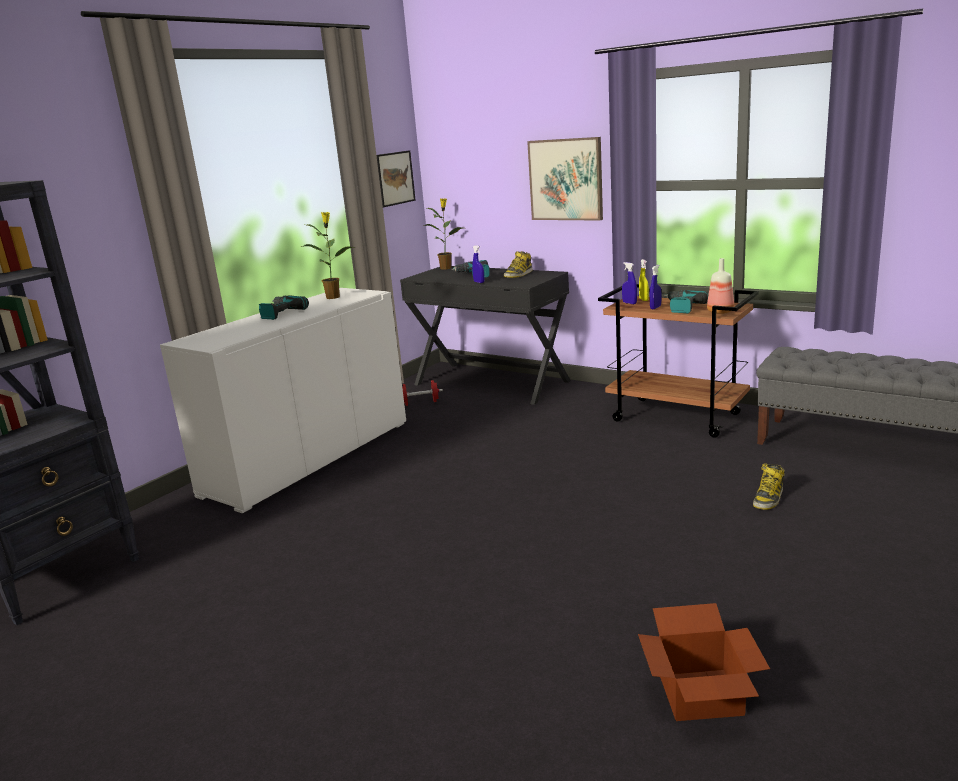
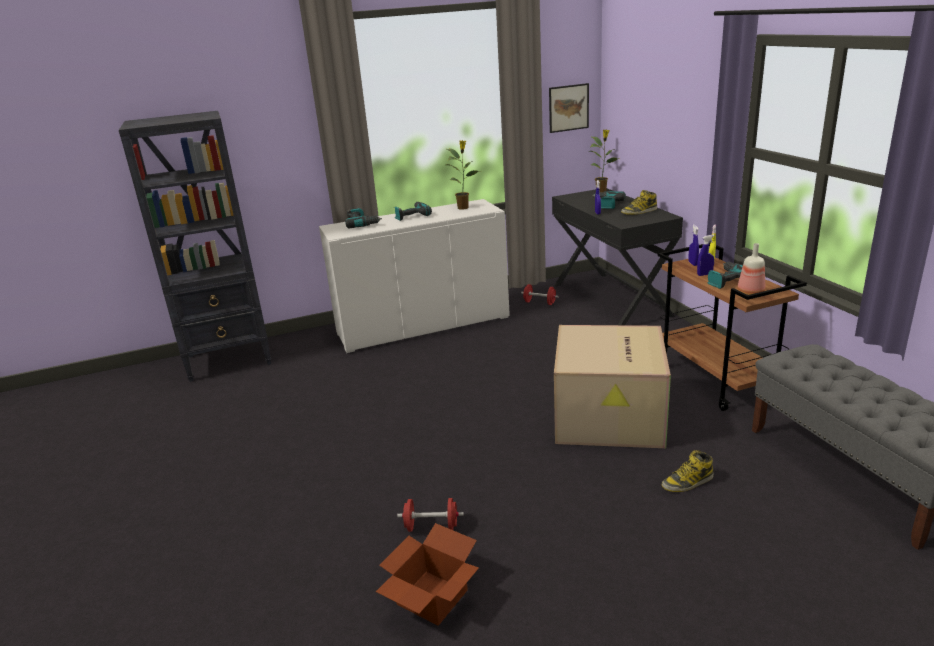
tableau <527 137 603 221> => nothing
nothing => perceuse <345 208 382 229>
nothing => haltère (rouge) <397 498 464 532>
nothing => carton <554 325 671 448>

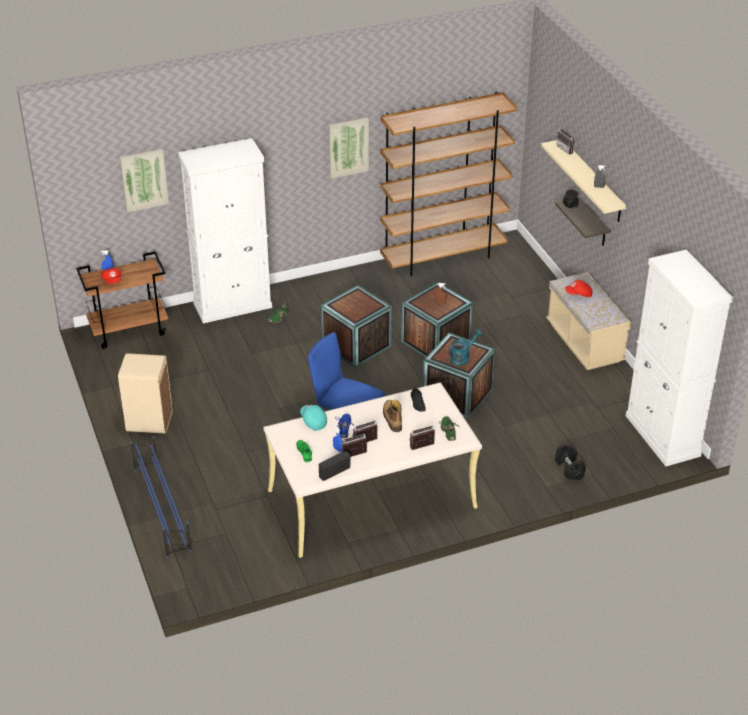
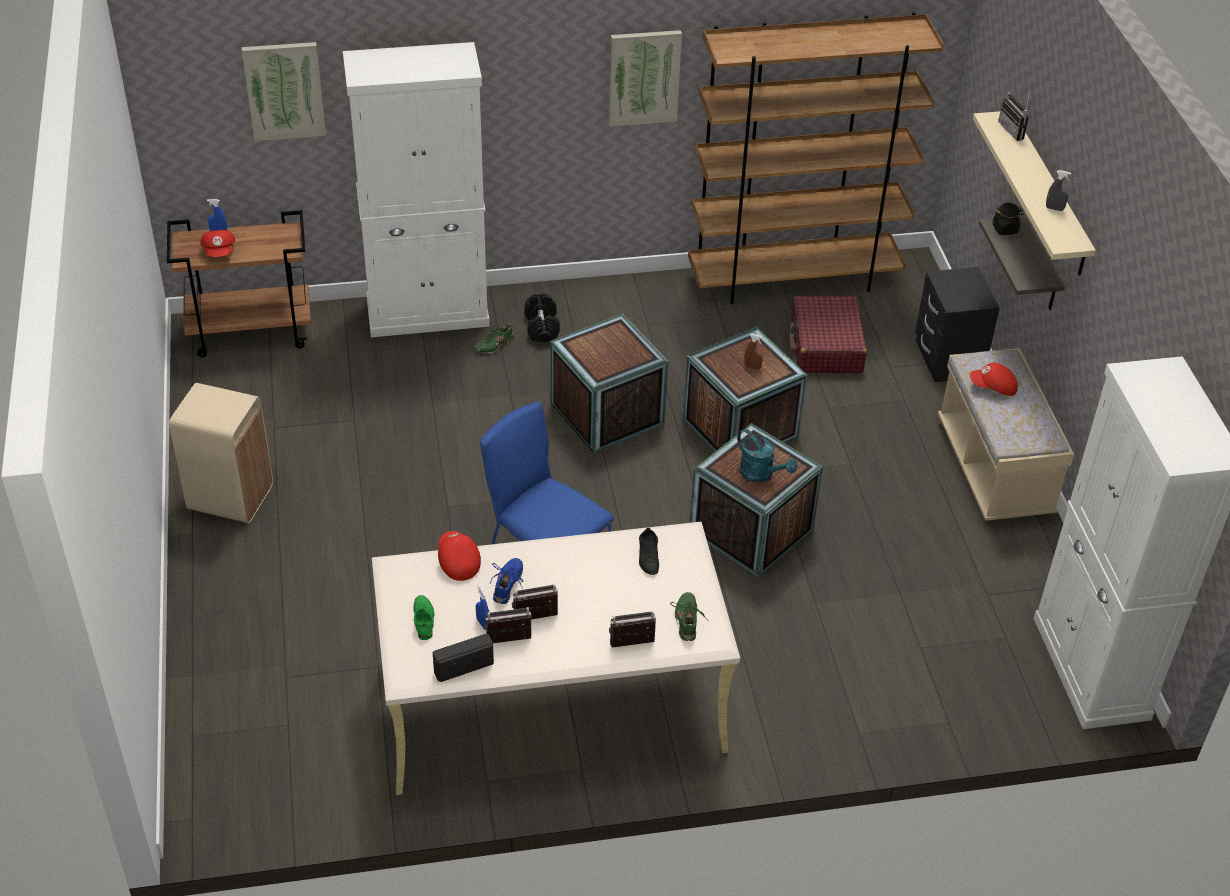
étagère à chaussures (bleu) <130 436 192 558> => nothing
botte <383 400 402 432> => nothing
nothing => valise (rouge) <790 296 867 373>
nothing => table de chevet (noir) <915 267 1000 382>
haltère (noir) <555 445 586 480> => haltère (noir) <524 293 560 342>, relocated
casquette (turquoise) <300 405 327 430> => casquette (rouge) <438 531 481 581>
arrosoir (turquoise) <449 329 482 366> => arrosoir (turquoise) <737 429 797 483>, 75 degrees clockwise

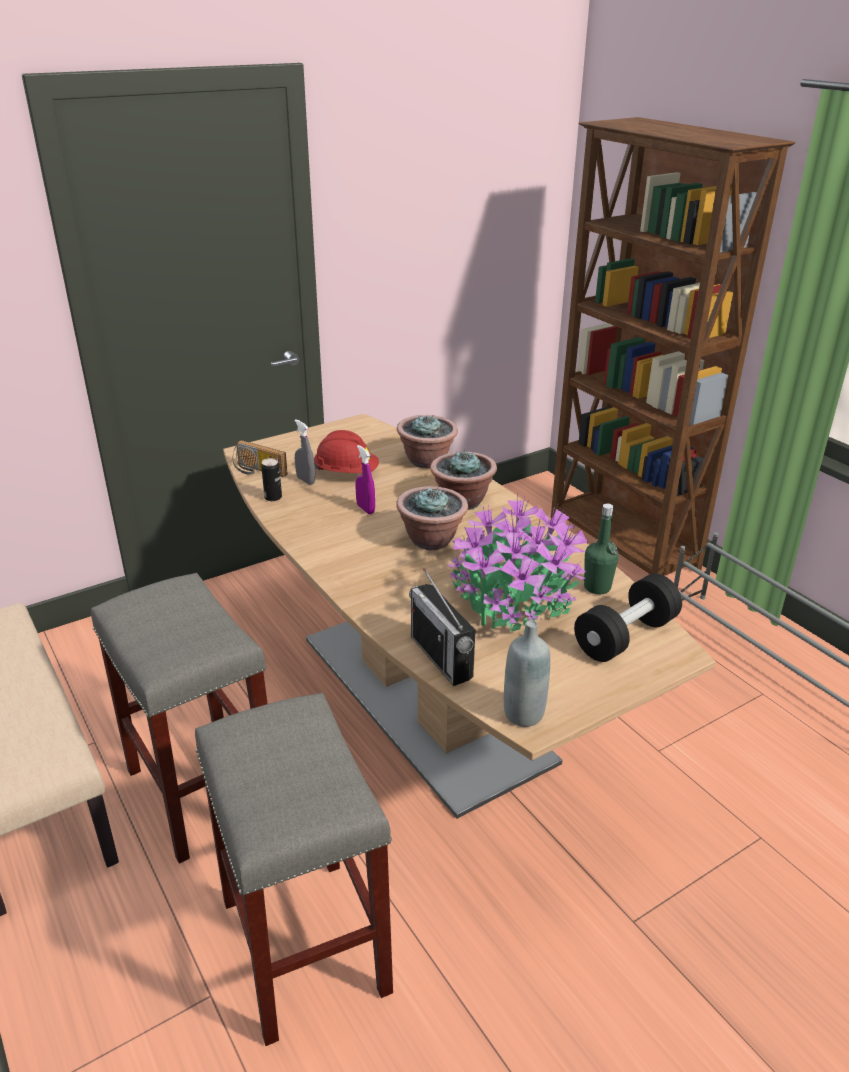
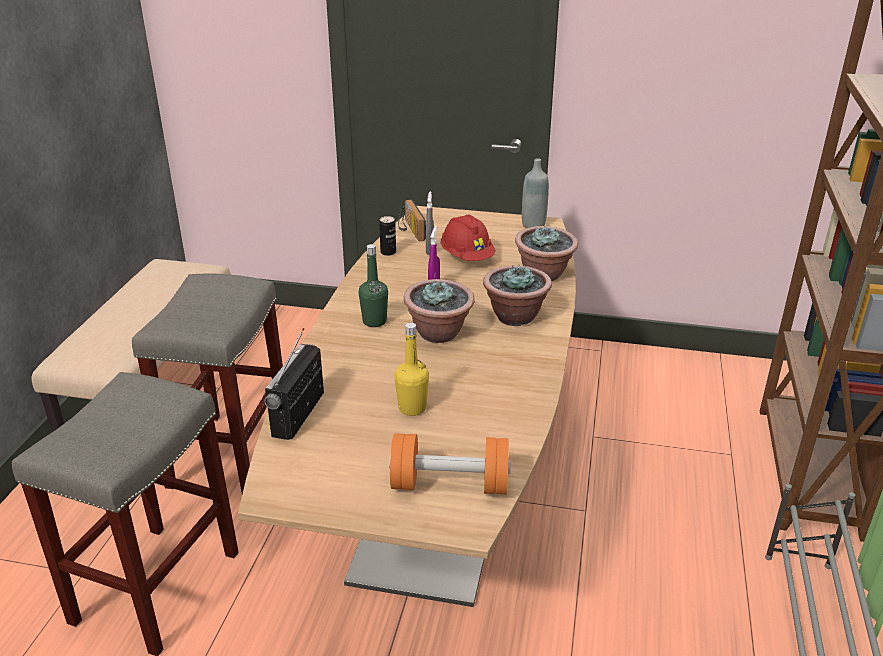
bouteille (gris) <504 620 550 727> => bouteille (gris) <522 158 549 228>, relocated
bouteille (vert) <584 504 619 594> => bouteille (vert) <359 244 388 327>, relocated
plante en pot <448 497 588 633> => bouteille (jaune) <394 322 429 416>
haltère (noir) <574 573 682 662> => haltère (orange) <389 434 511 494>

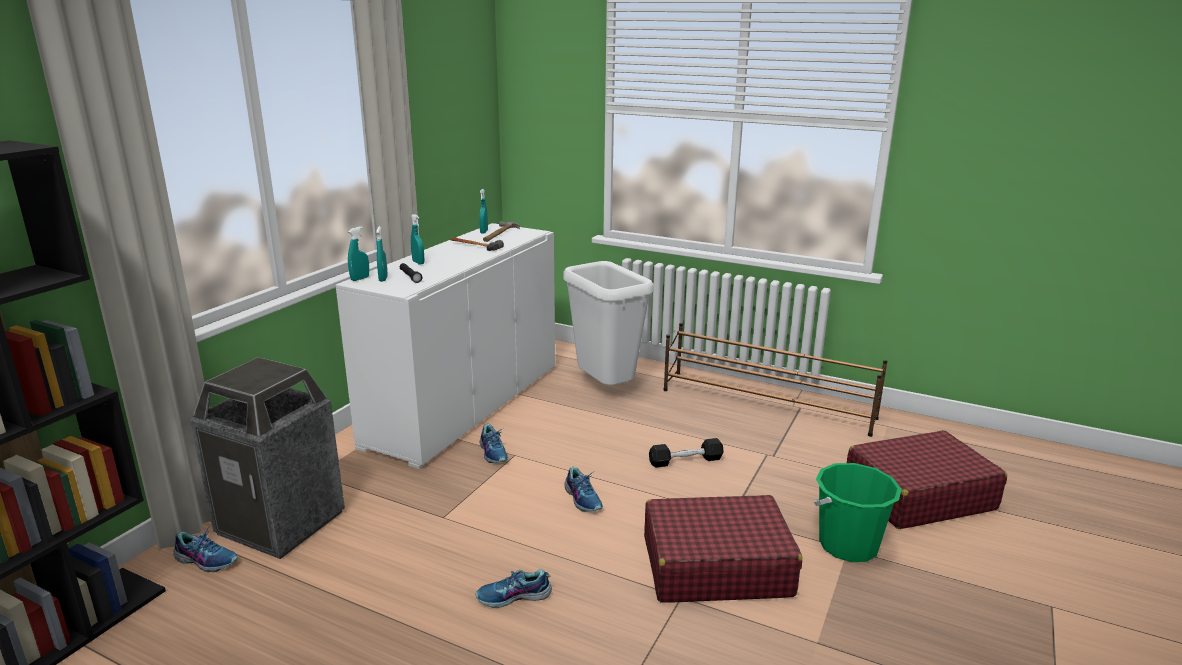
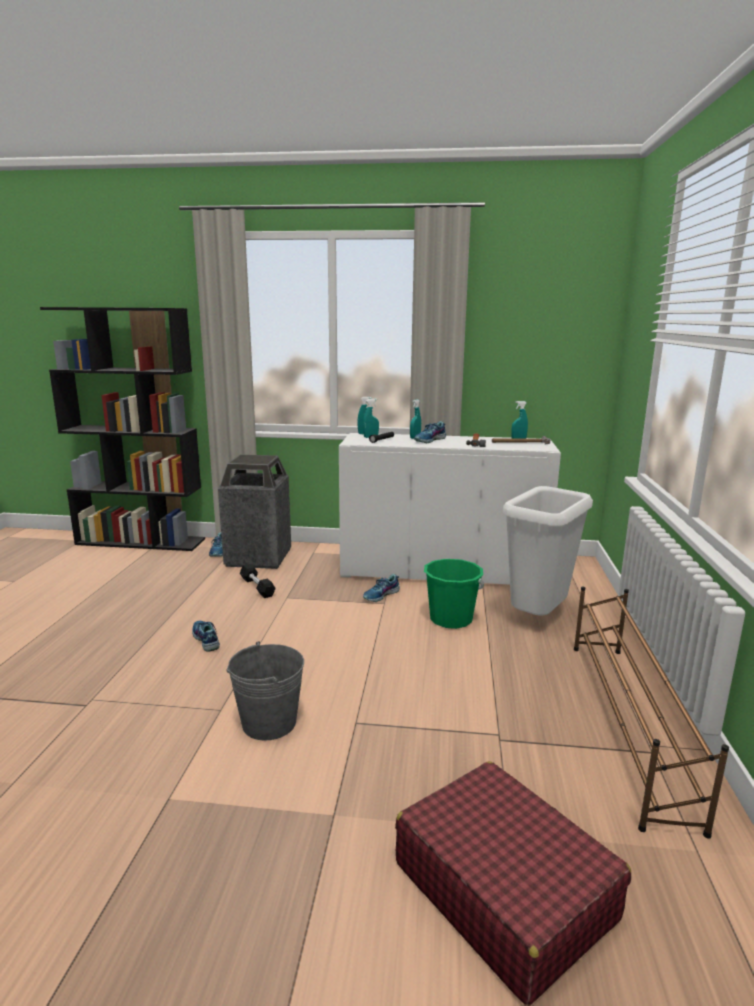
chaussure <564 467 603 511> => chaussure <414 421 446 443>, relocated
haltère (noir) <649 438 724 468> => haltère (noir) <240 564 276 598>, relocated
seau (vert) <814 463 902 562> => seau (vert) <424 559 484 629>, relocated
valise (rouge) <644 495 802 603> => seau (gris) <226 641 304 741>

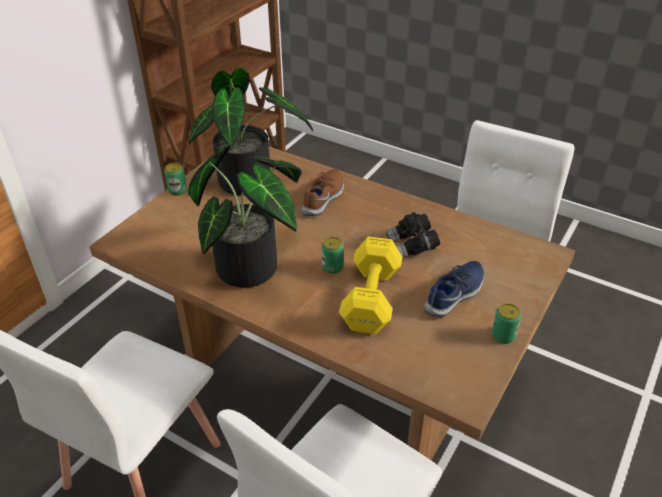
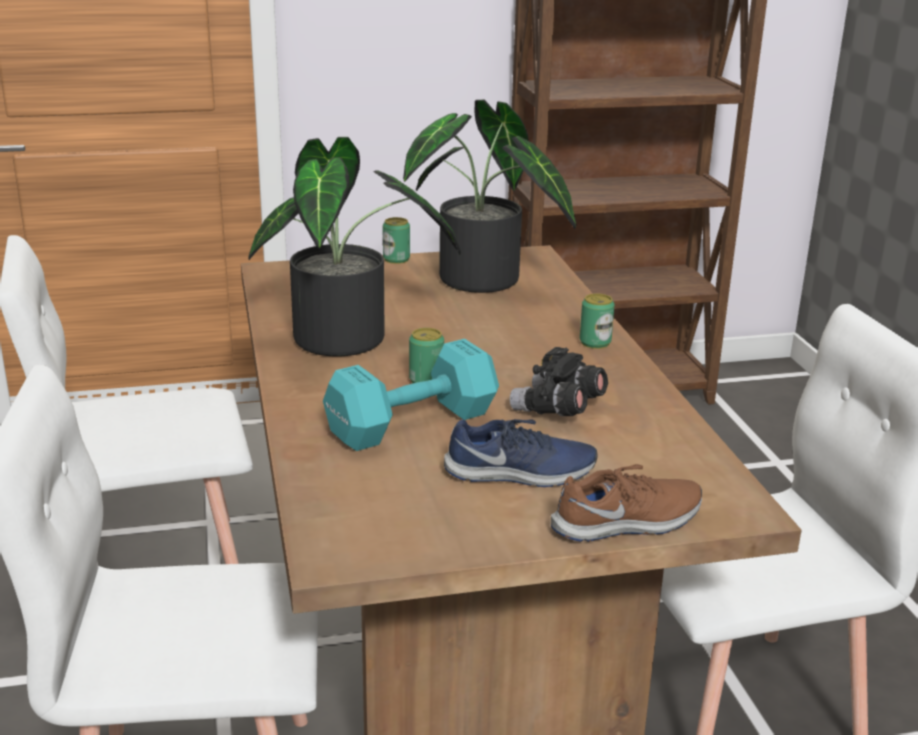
chaussure (marron) <301 169 344 216> => chaussure (marron) <551 464 702 542>, relocated
boîte métallique <492 303 521 344> => boîte métallique <580 294 615 349>, relocated
haltère (jaune) <339 237 402 334> => haltère (turquoise) <323 339 499 451>

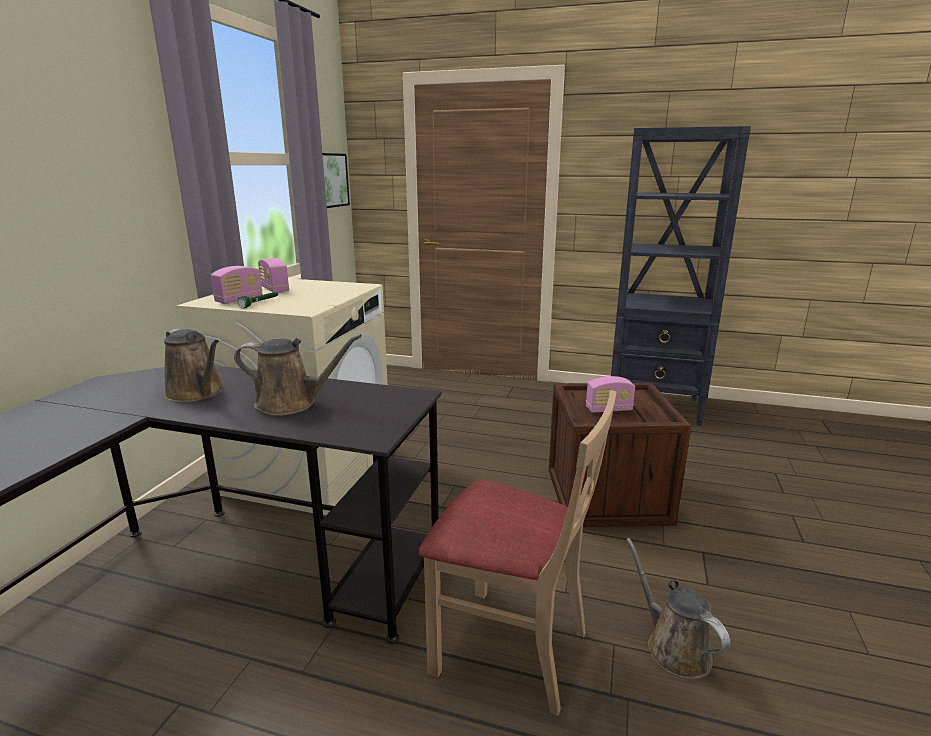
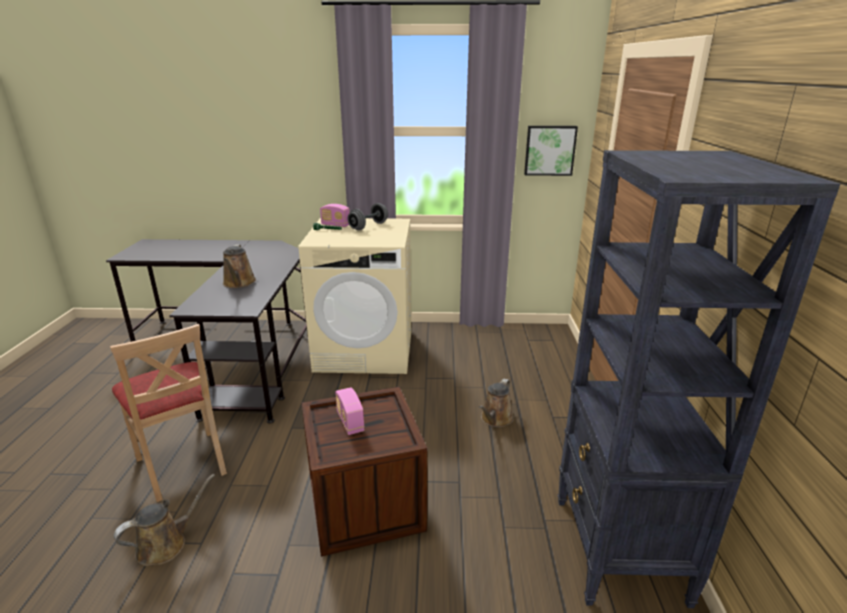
arrosoir (marron) <164 329 224 402> => arrosoir (marron) <479 379 514 427>, relocated
radio <258 258 289 293> => haltère (gris) <347 203 388 230>
chaise (beige) <418 390 616 716> => chaise (beige) <110 324 227 502>, 45 degrees counterclockwise

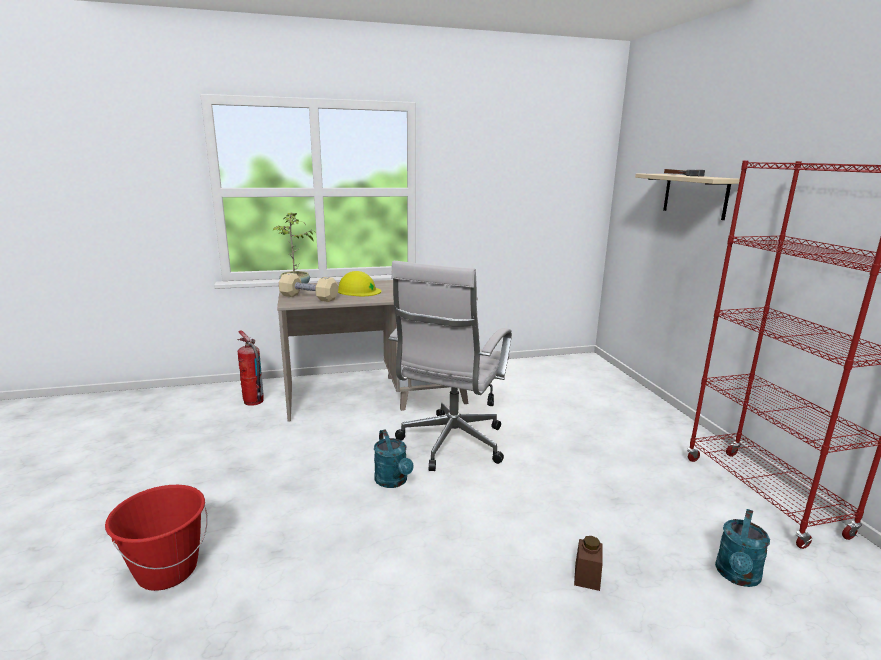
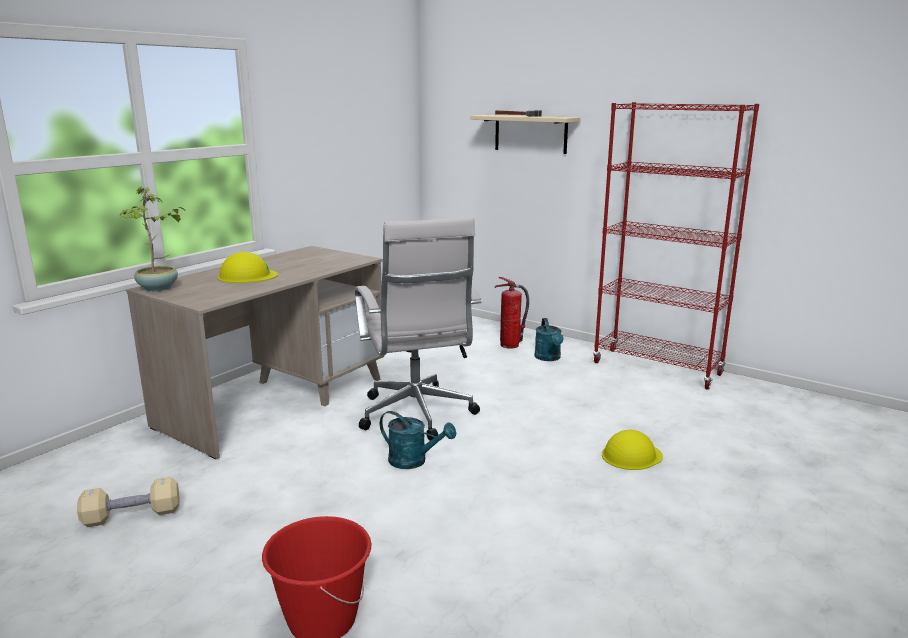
extincteur <237 331 264 406> => extincteur <495 277 529 349>, relocated
haltère (beige) <279 273 338 302> => haltère (beige) <77 477 180 527>, relocated
arrosoir (turquoise) <715 509 770 587> => arrosoir (turquoise) <534 318 564 361>, relocated
bocal (marron) <574 536 603 591> => casque de chantier (jaune) <602 430 663 470>

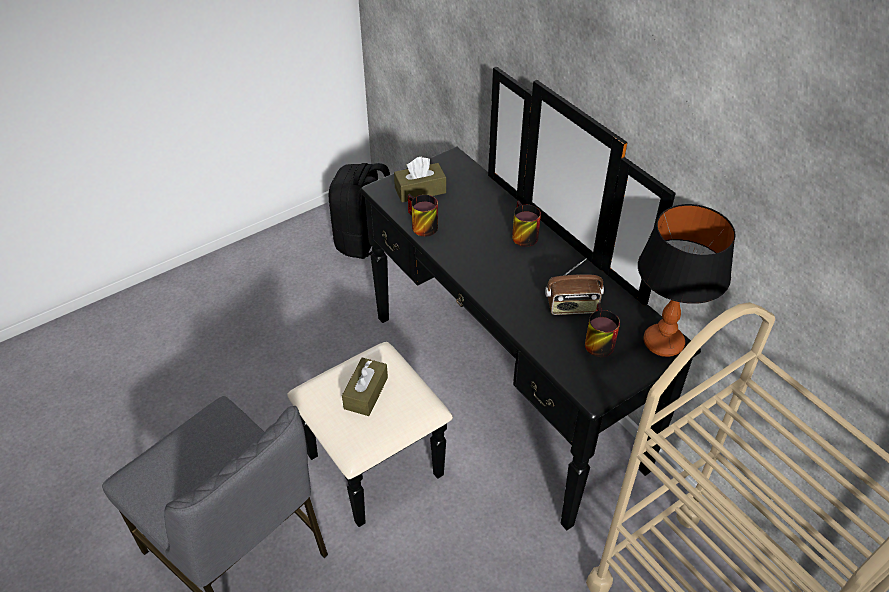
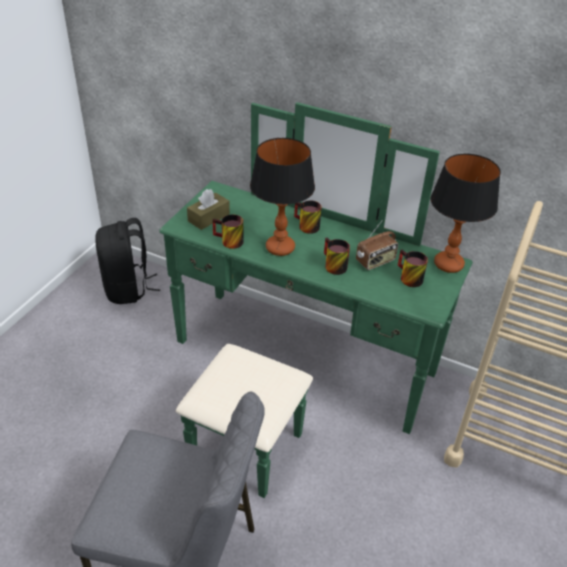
boîte à mouchoirs (marron) <342 358 388 416> => nothing
nothing => lampe de table <250 138 315 256>
nothing => mug <324 238 350 275>
commode (noir) <287 67 701 530> => commode (vert) <159 102 473 498>

